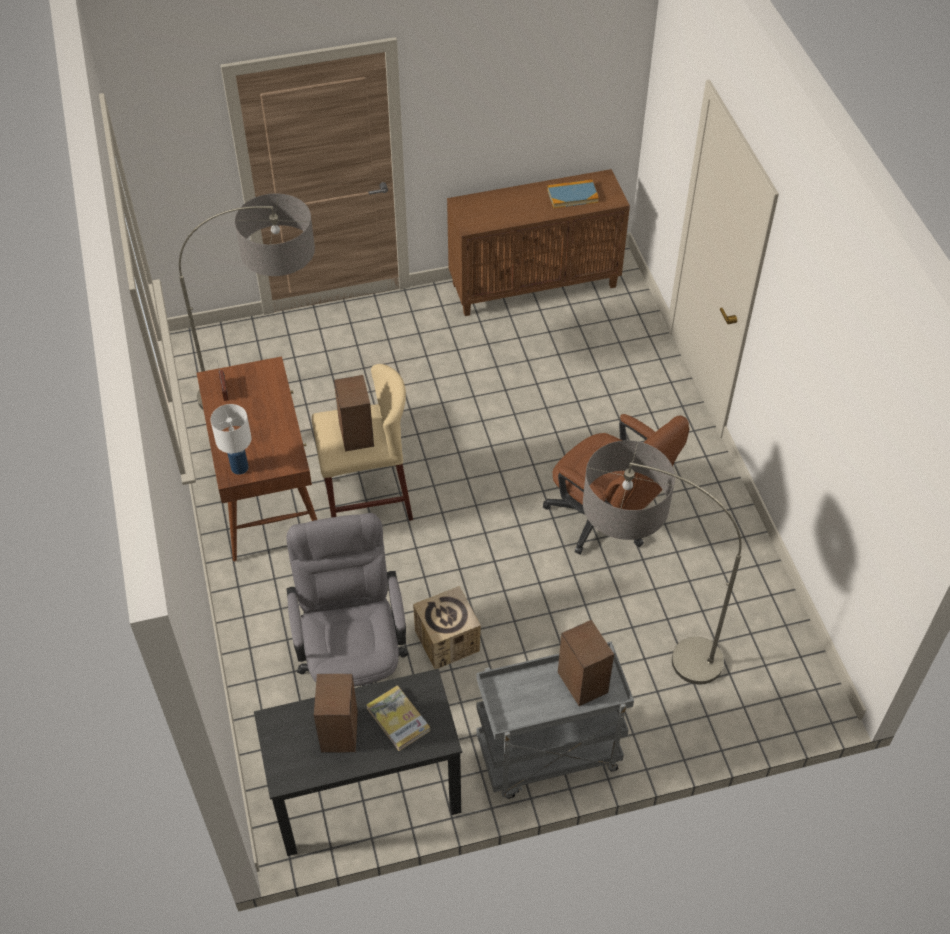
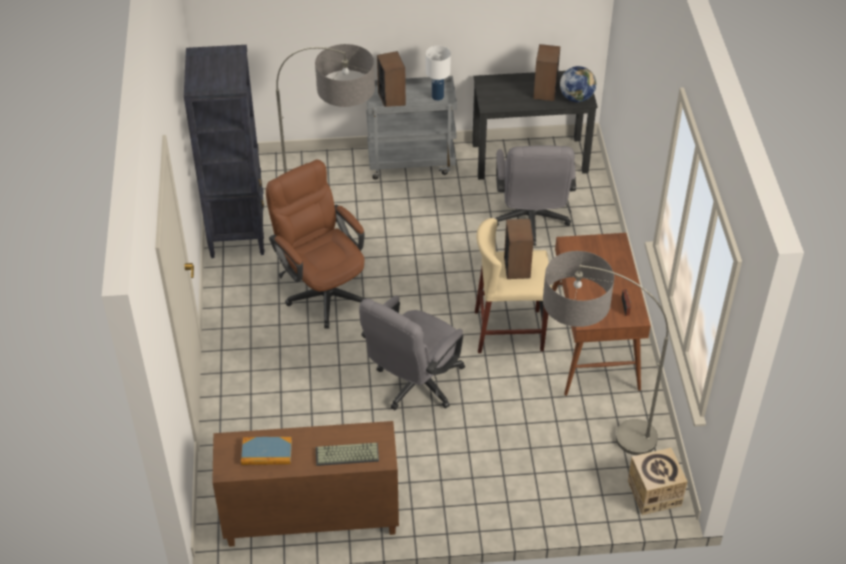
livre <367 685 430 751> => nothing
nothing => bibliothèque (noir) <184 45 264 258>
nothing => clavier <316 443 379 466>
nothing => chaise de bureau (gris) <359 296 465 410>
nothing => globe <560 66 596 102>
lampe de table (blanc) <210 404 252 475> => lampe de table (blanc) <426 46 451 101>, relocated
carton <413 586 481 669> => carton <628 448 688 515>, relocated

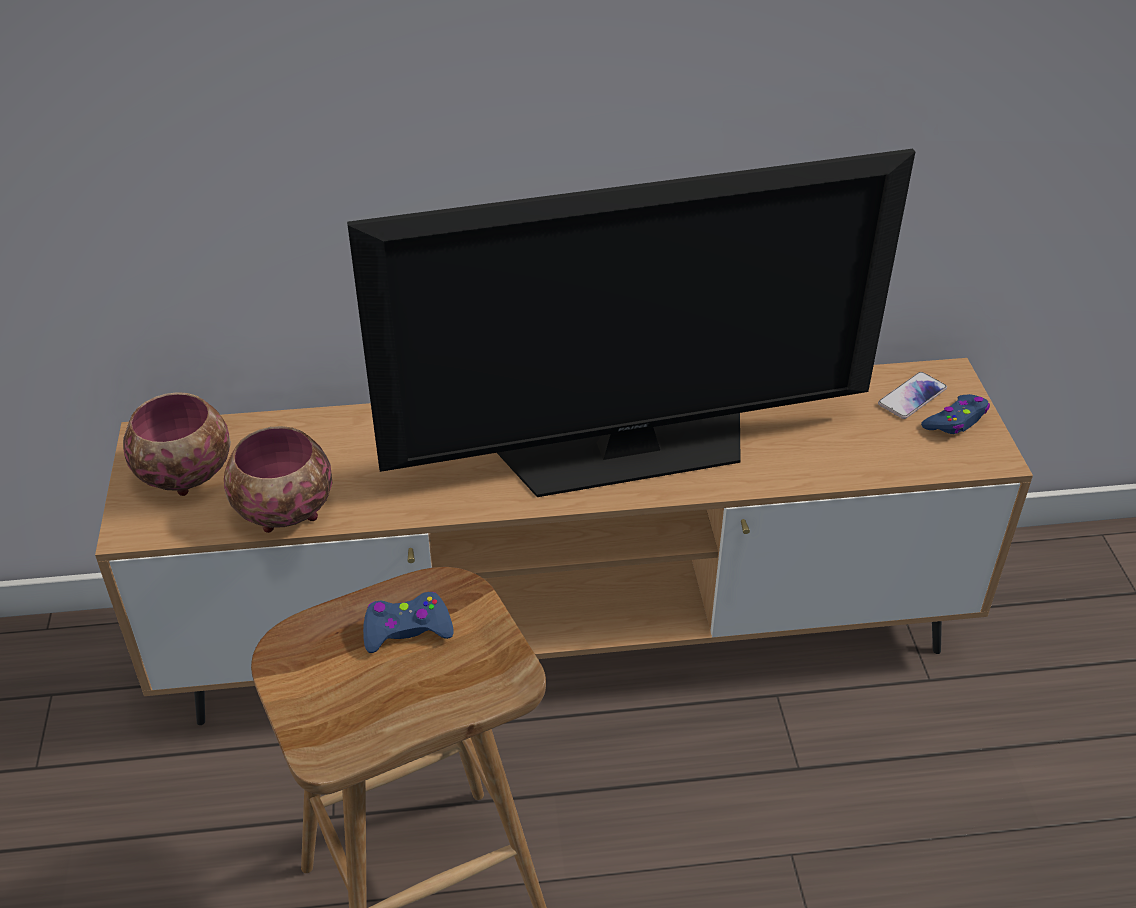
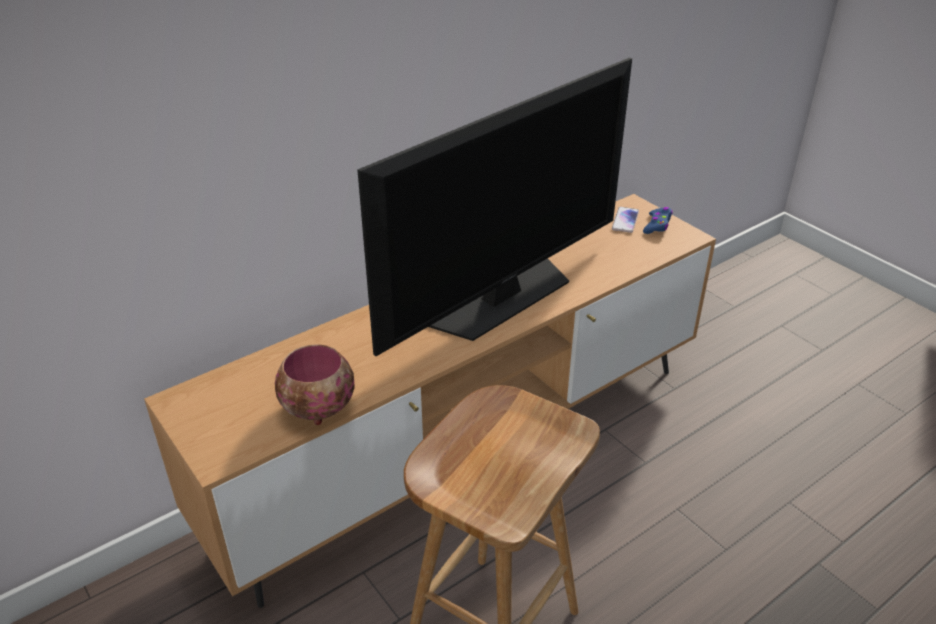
bol <123 392 231 496> => nothing
manette (bleu) <363 592 454 653> => nothing

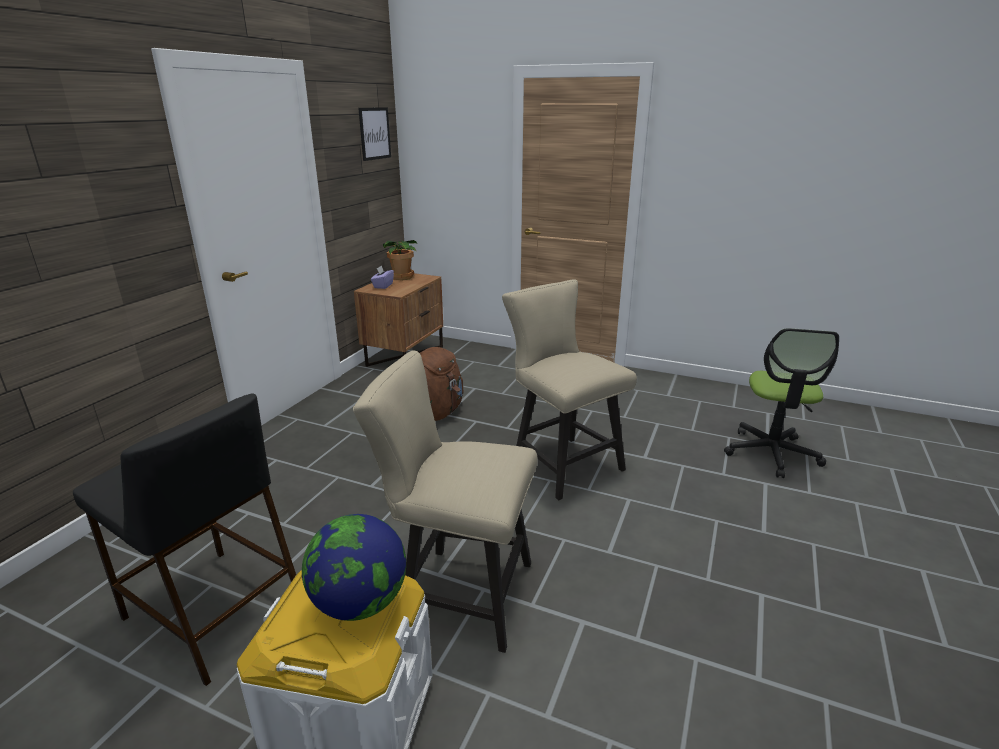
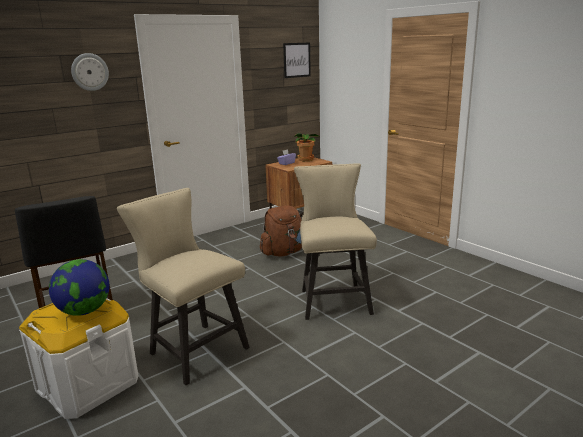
chaise de bureau <724 328 839 478> => nothing
nothing => horloge murale <71 53 109 91>

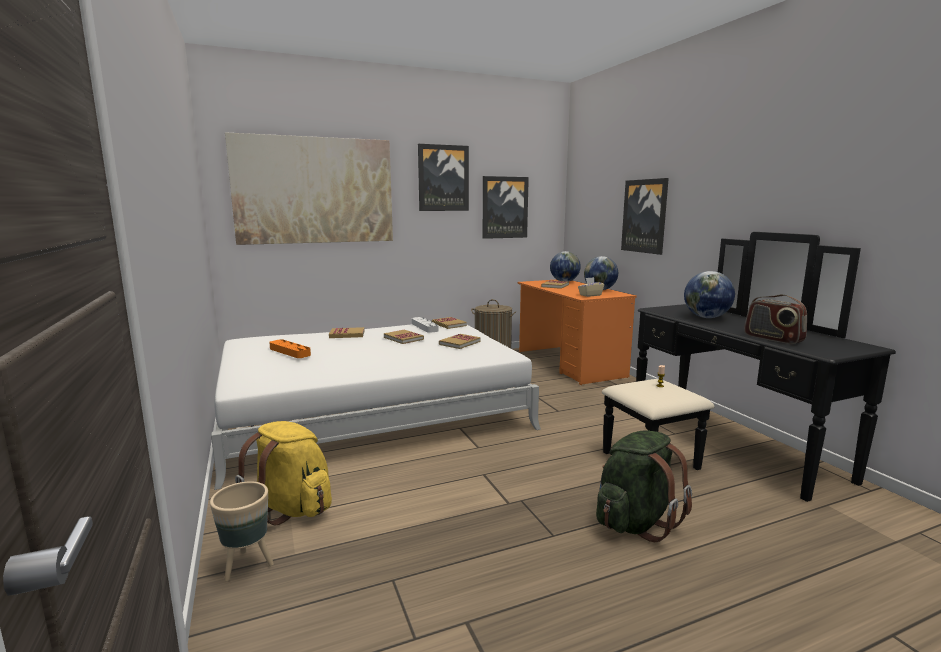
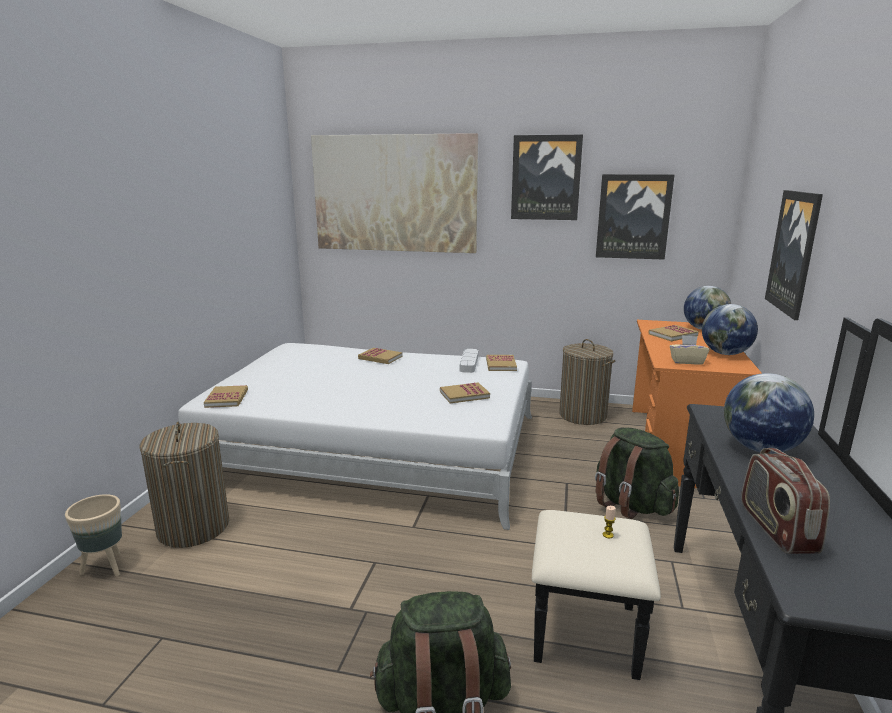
plateau (orange) <269 339 311 358> => nothing
nothing => sac à dos (vert) <595 428 679 519>
livre <384 330 424 344> => livre <204 385 248 408>, relocated
sac à dos (jaune) <235 421 332 525> => panier à linge <140 422 229 548>

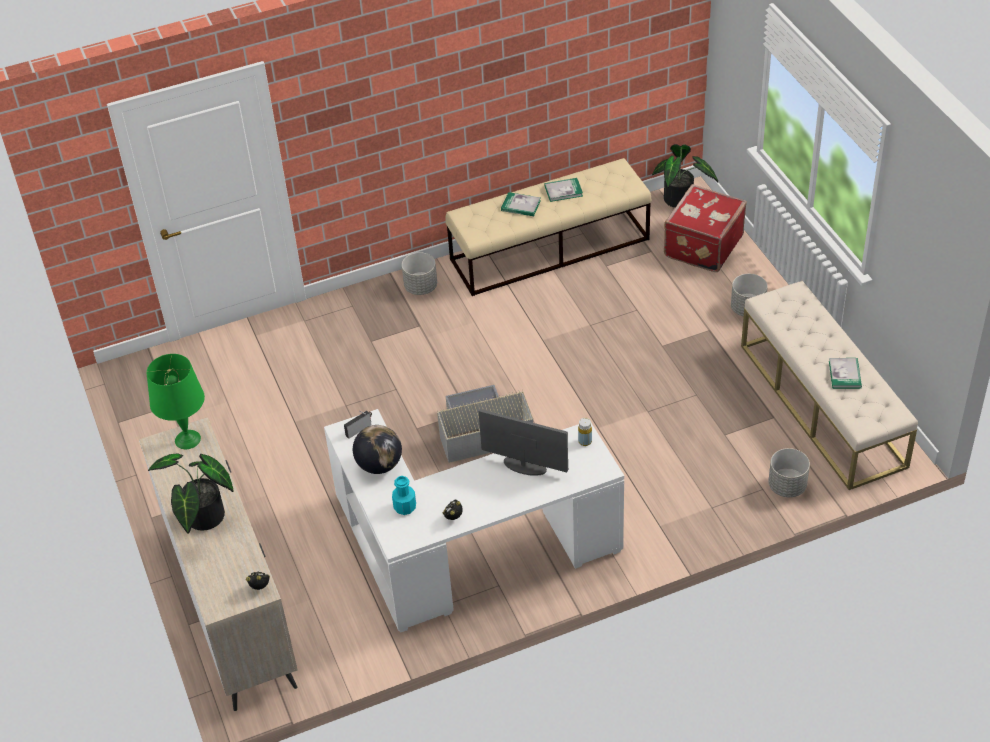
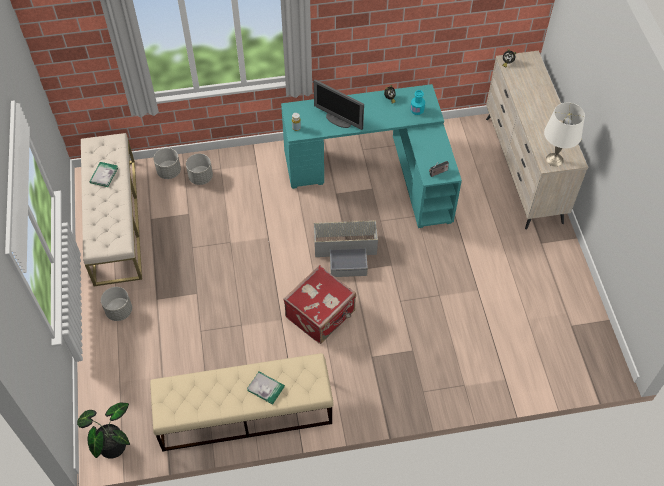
plante en pot <148 453 234 533> => nothing
globe <353 425 402 474> => nothing
livre <544 178 583 202> => nothing
cache-pot (gris) <402 252 437 295> => cache-pot (gris) <186 154 213 185>, relocated
valise (rouge) <664 184 747 272> => valise (rouge) <284 265 356 344>, relocated
lampe de table (vert) <147 354 205 449> => lampe de table (blanc) <544 103 585 167>
bureau (blanc) <324 409 624 633> => bureau (turquoise) <281 84 462 228>

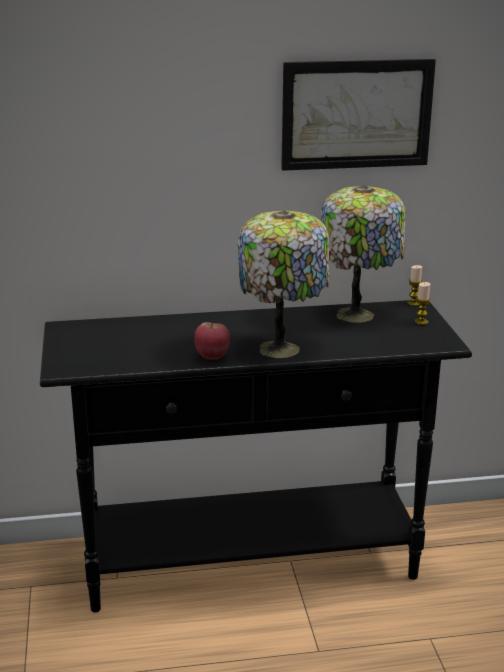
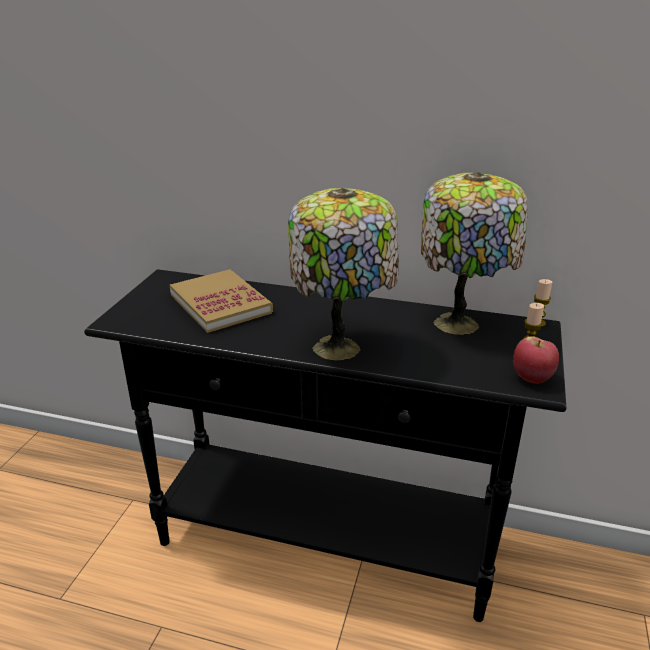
tableau <281 59 436 171> => nothing
nothing => livre <170 269 273 333>
pomme <194 322 230 360> => pomme <513 336 559 383>, relocated

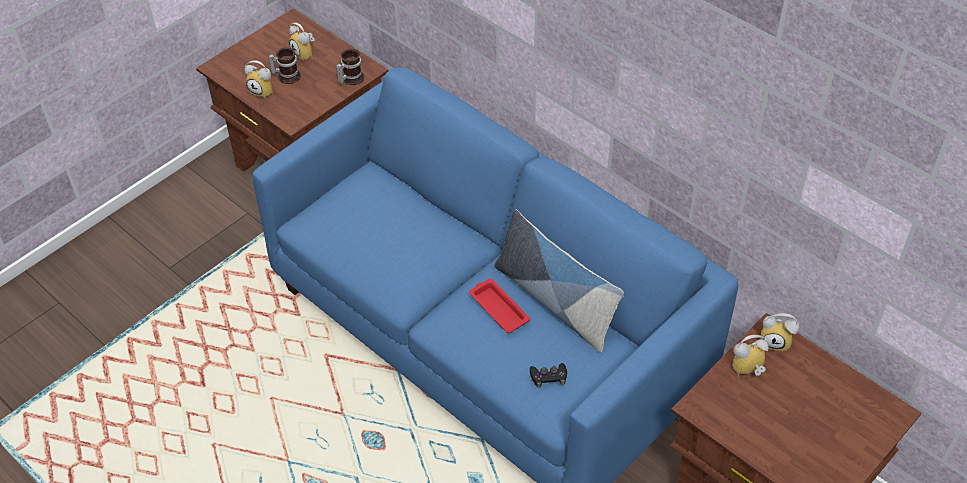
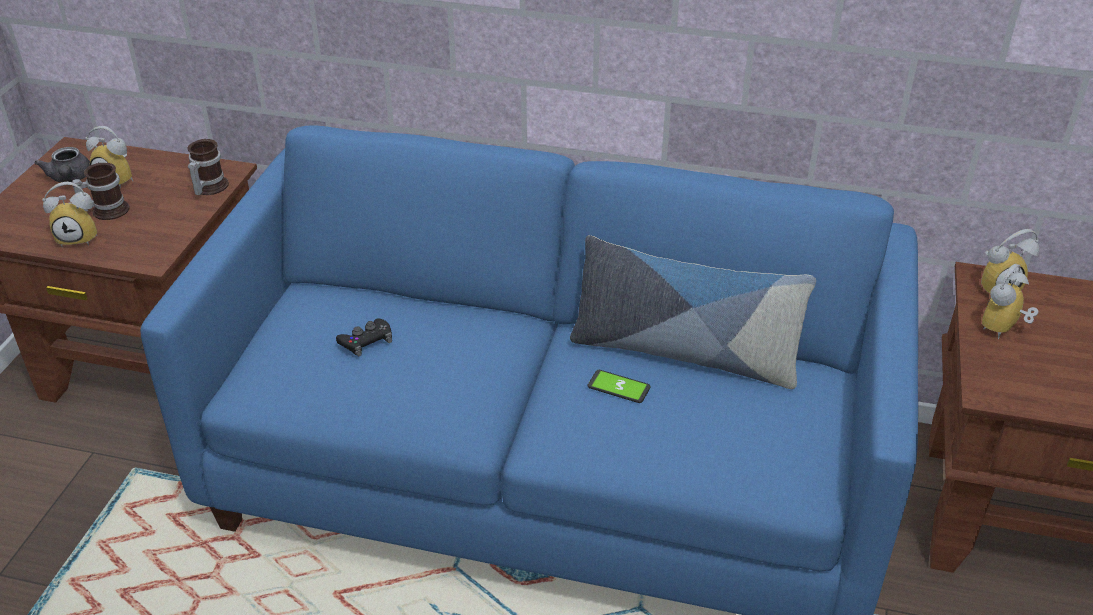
nothing => théière (gris) <35 147 90 182>
manette (noir) <530 363 567 388> => manette (noir) <336 318 392 357>, relocated
plateau (rouge) <469 279 530 333> => téléphone <588 370 650 403>

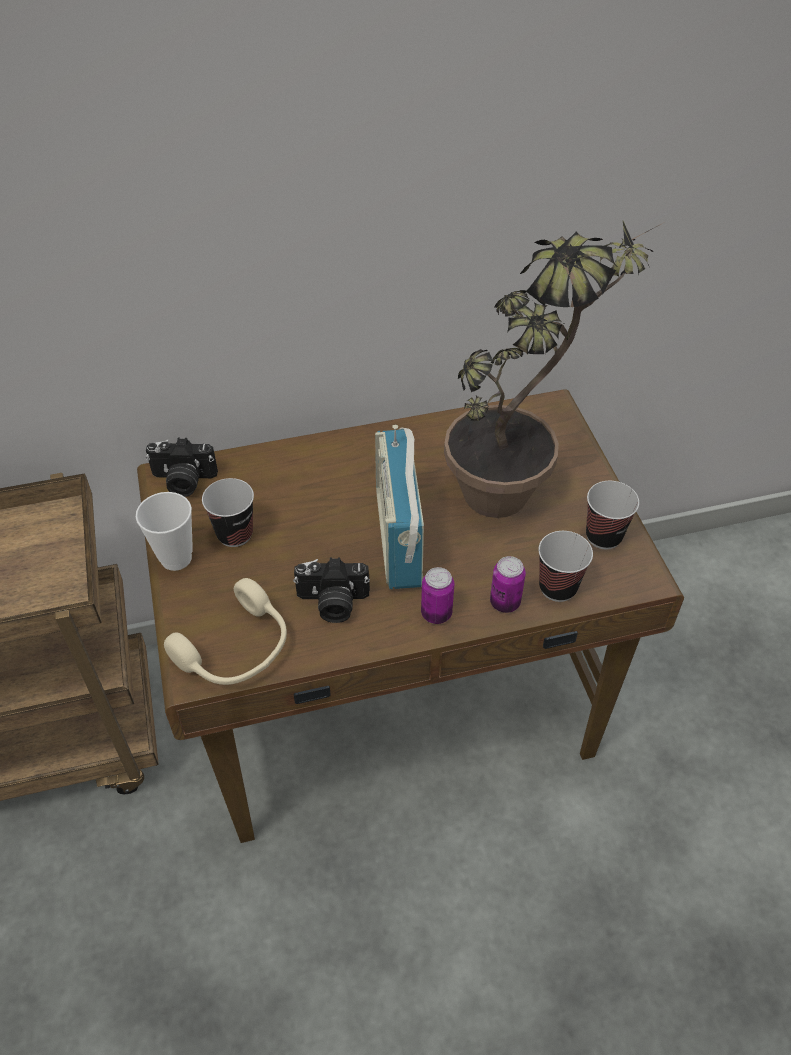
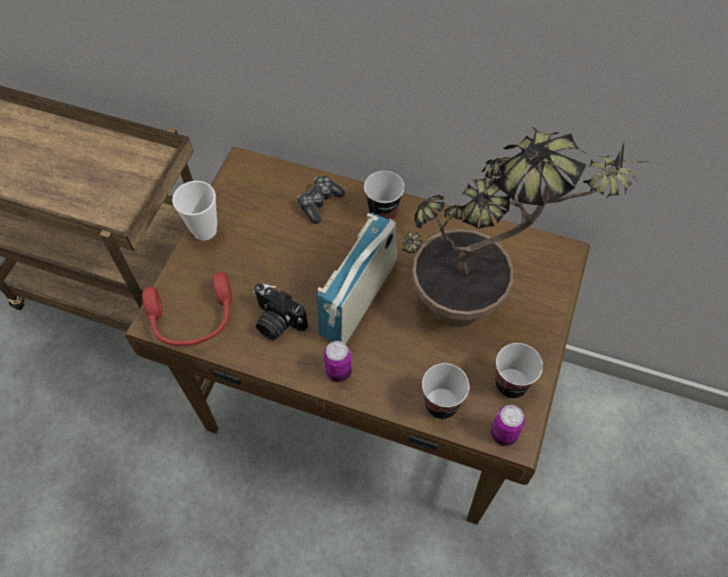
appareil photo <146 438 218 497> => nothing
nothing => manette <297 176 345 224>
tasse <202 478 254 547> => tasse <364 171 405 221>, relocated
boîte métallique <490 556 526 613> => boîte métallique <491 405 525 446>, relocated
casque audio (beige) <164 578 287 685> => casque audio (rouge) <142 272 232 346>

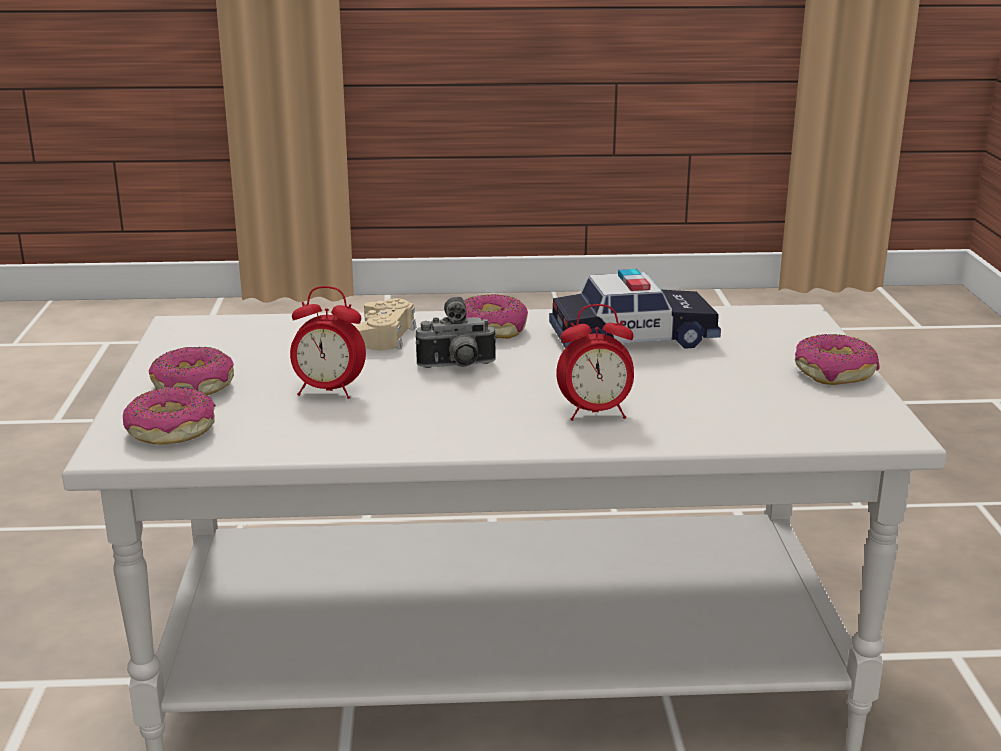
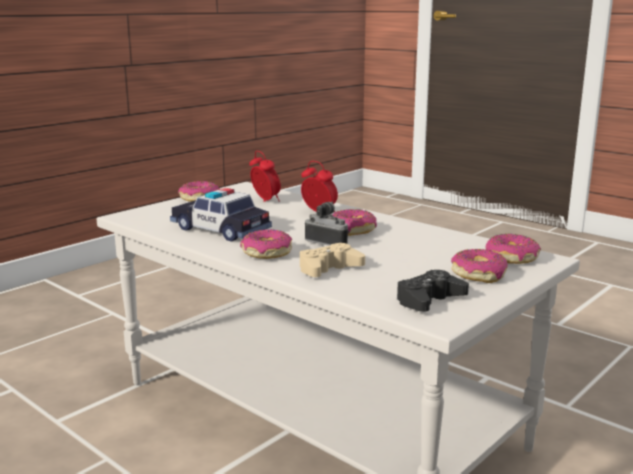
nothing => beignet <333 209 377 236>
nothing => manette (noir) <396 270 469 312>
réveil <290 286 366 399> => réveil <249 151 281 202>, relocated

